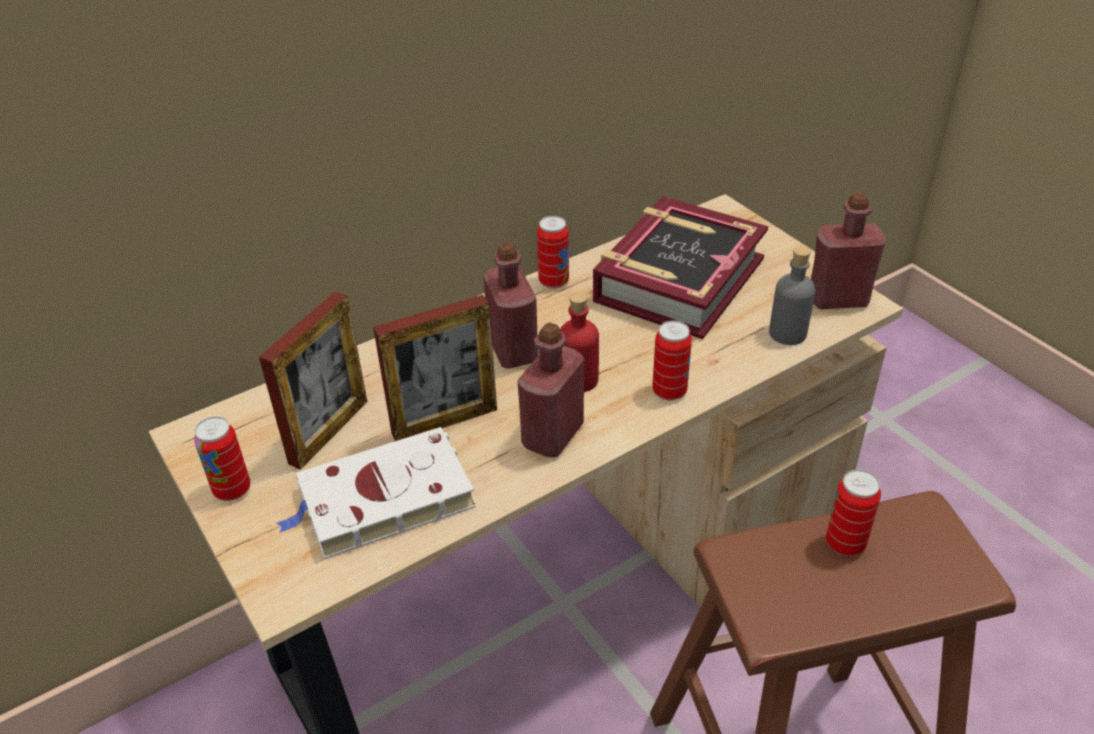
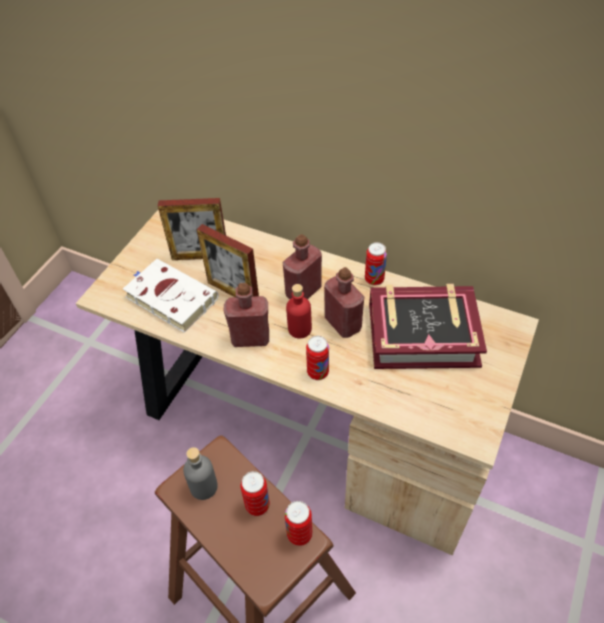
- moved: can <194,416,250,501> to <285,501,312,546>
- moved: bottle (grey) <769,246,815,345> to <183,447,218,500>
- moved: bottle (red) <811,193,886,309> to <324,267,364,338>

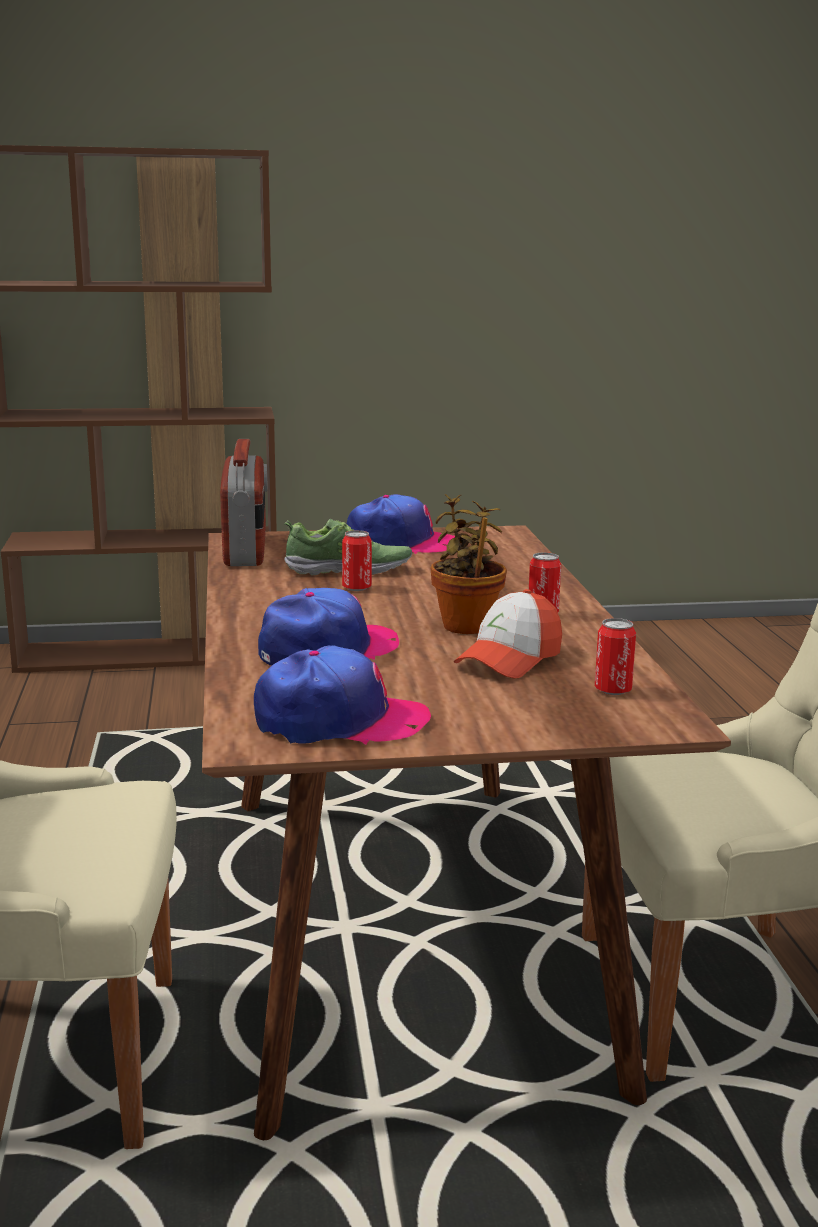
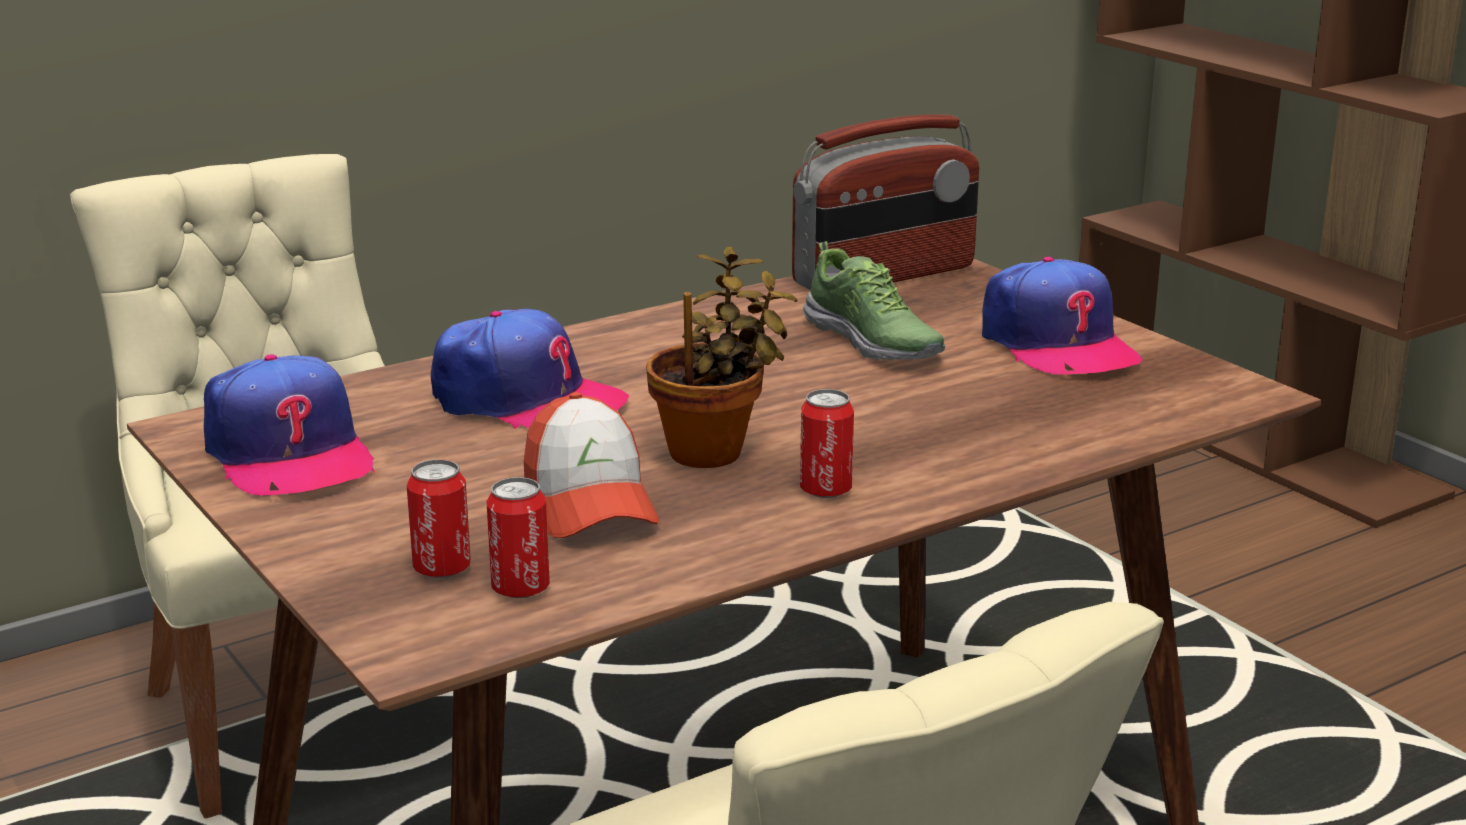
- moved: can <342,530,372,591> to <407,459,471,578>
- turned: cap <454,589,562,679> = <524,392,660,538> 120 degrees counterclockwise

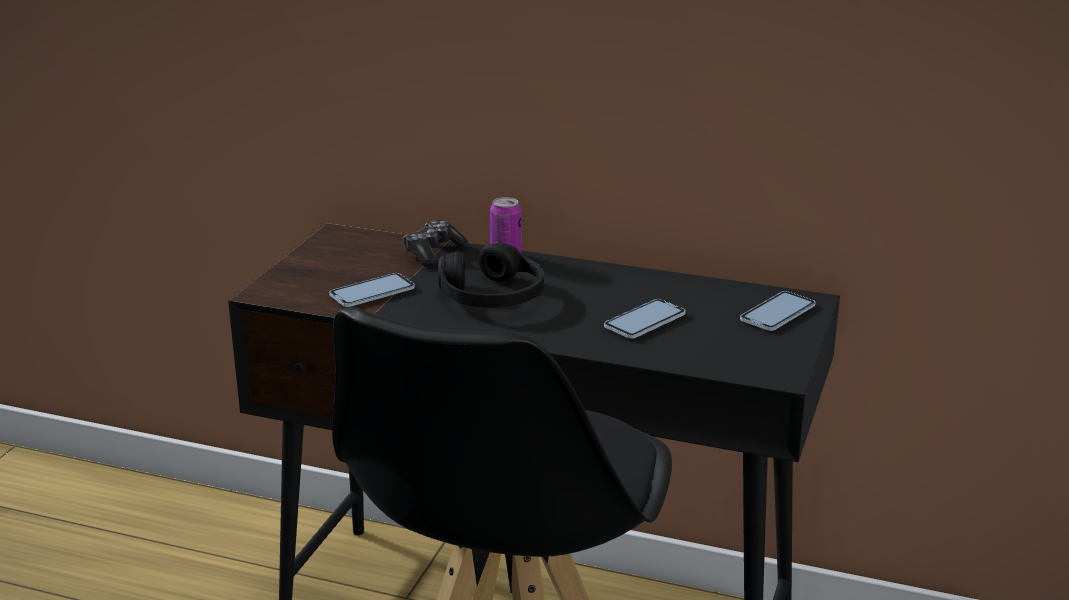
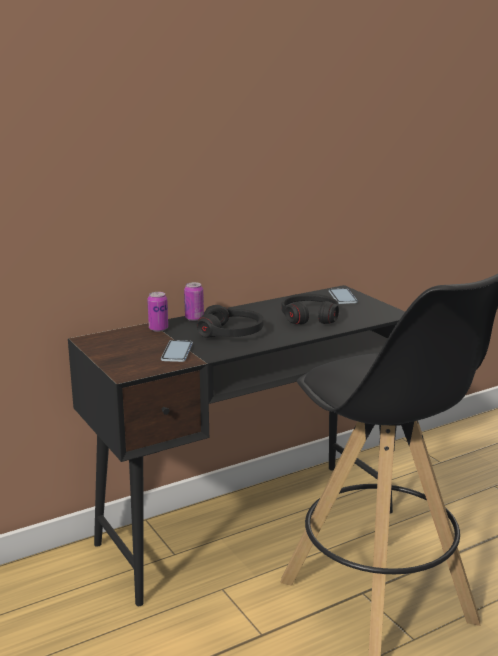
- replaced: game controller <403,220,468,267> to can <147,292,168,332>
- replaced: phone <604,299,686,339> to headphones (black) <281,294,339,324>

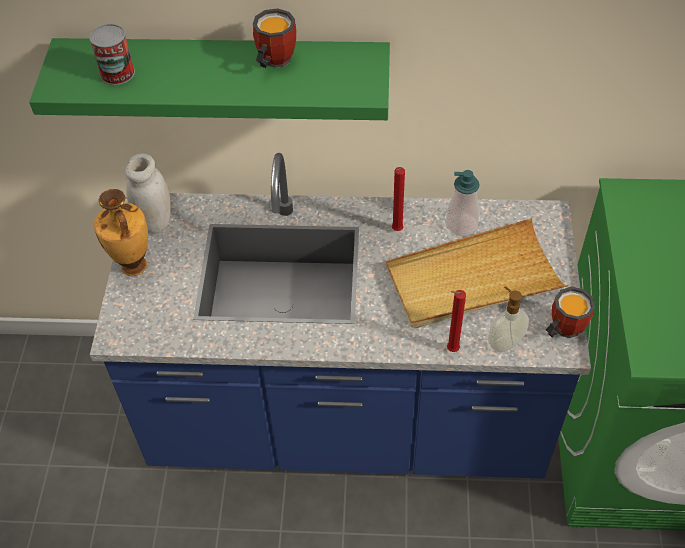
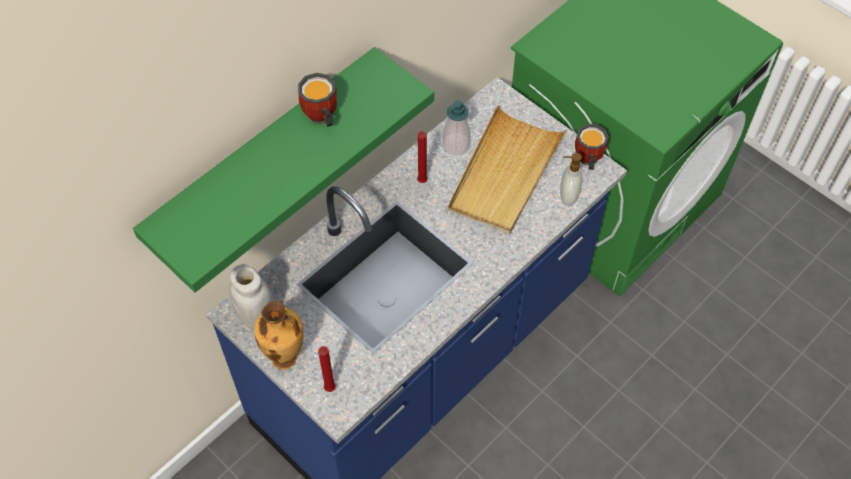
- removed: can <89,24,135,85>
- moved: candle (red) <447,290,466,352> to <318,346,336,392>

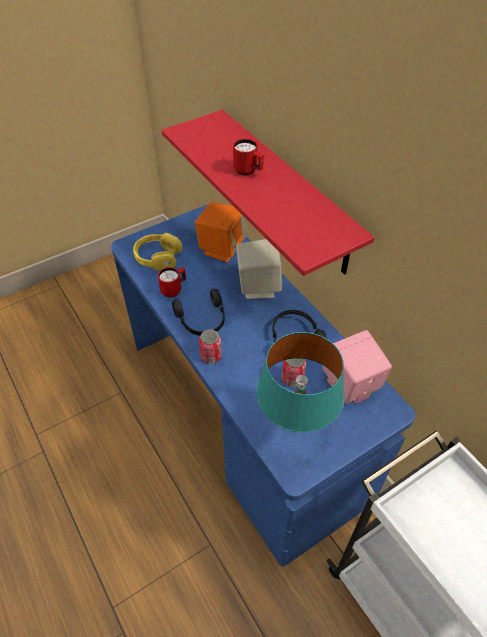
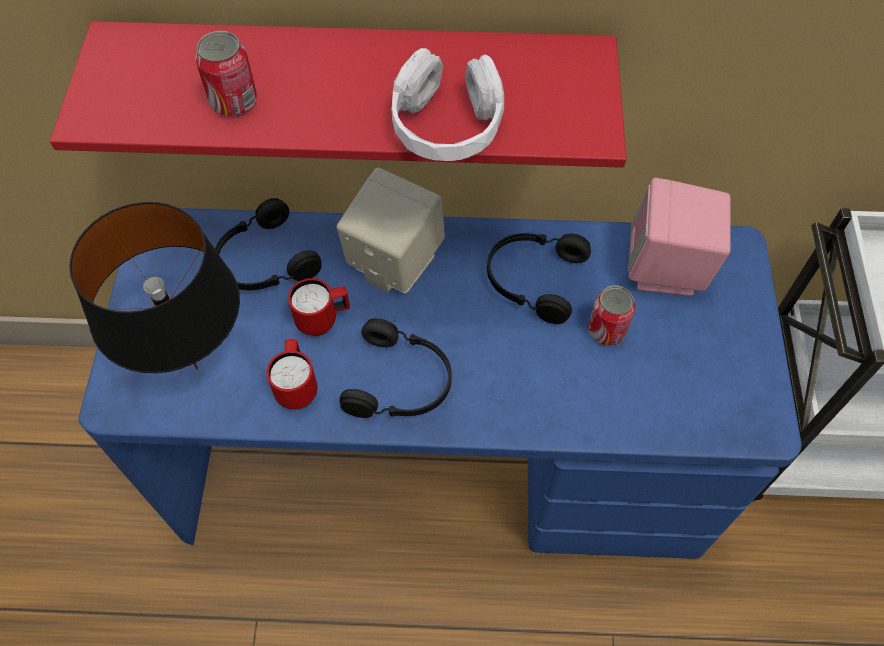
- removed: table lamp (turquoise) <257,332,344,432>
- added: headphones (white) <391,48,504,161>
- moved: can <199,329,222,364> to <195,31,257,116>
- moved: mug (red) <233,139,264,175> to <288,278,350,336>
- replaced: headphones (yellow) <133,233,182,271> to table lamp (black) <69,202,240,373>
- replaced: speaker (orange) <195,202,246,262> to headphones (black) <215,198,322,290>

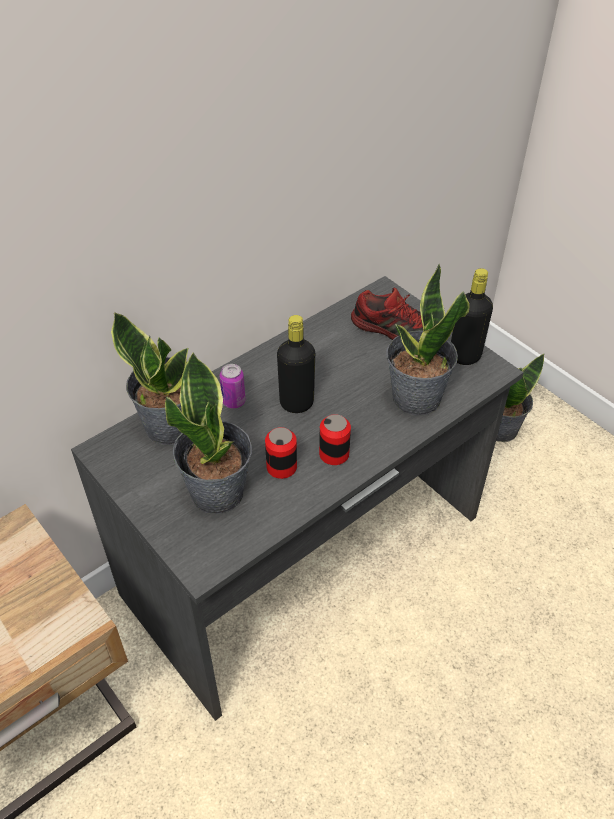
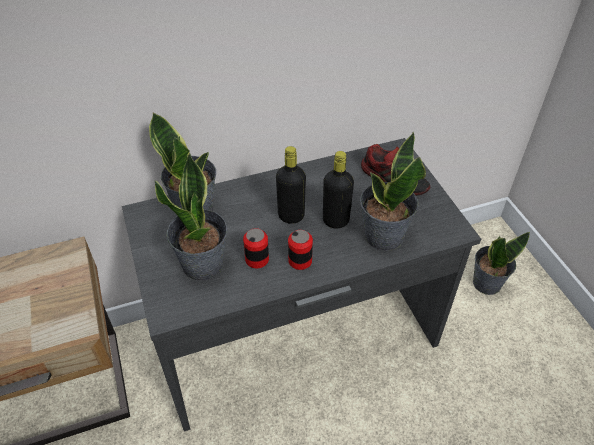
- removed: can <220,364,246,409>
- moved: bottle (black) <451,268,493,365> to <323,151,354,228>

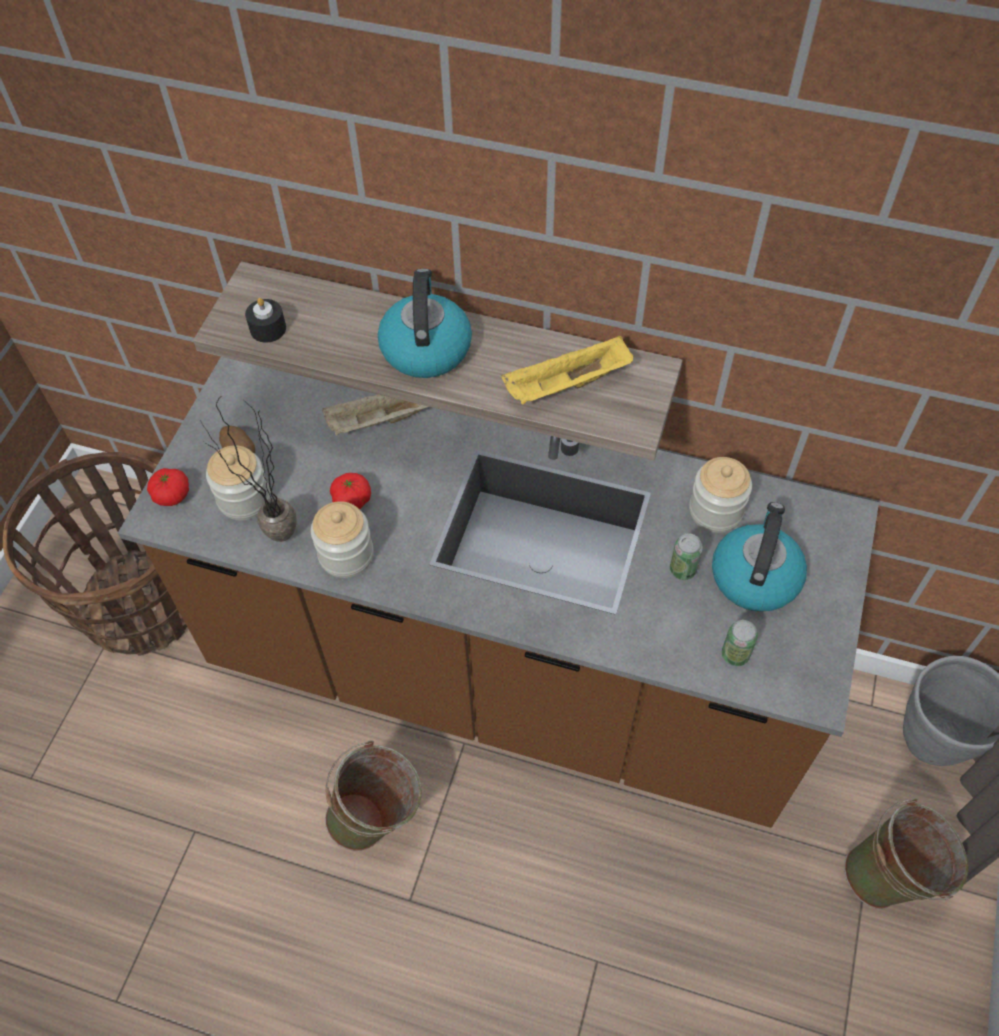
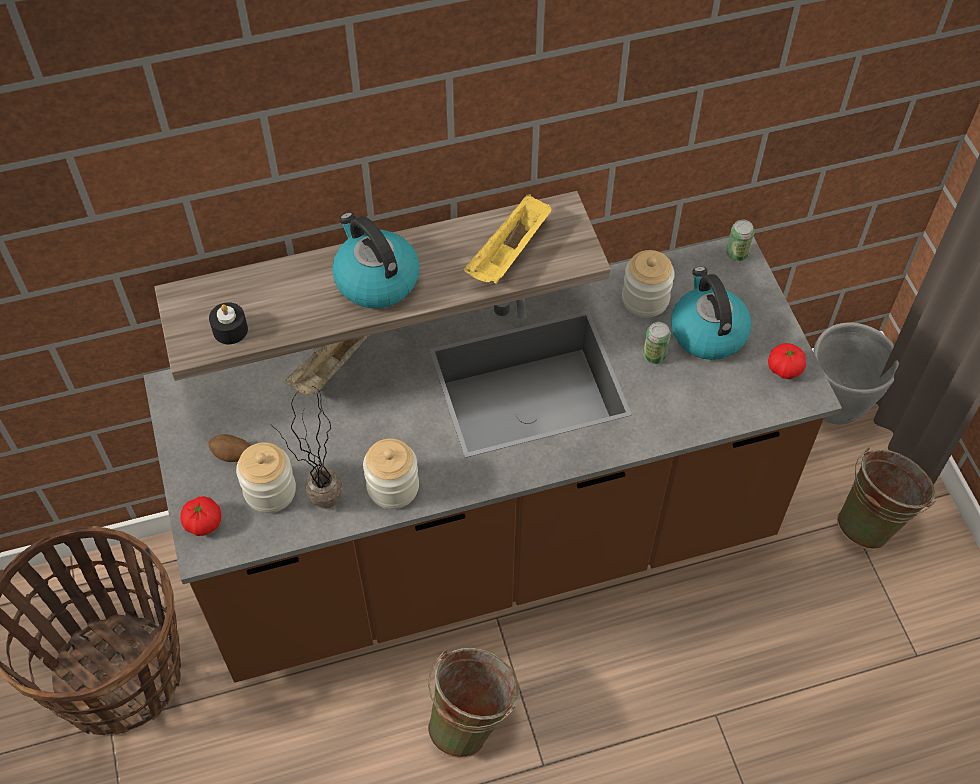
- moved: tomato <330,473,371,509> to <768,343,806,379>
- moved: can <722,620,758,666> to <726,220,754,261>

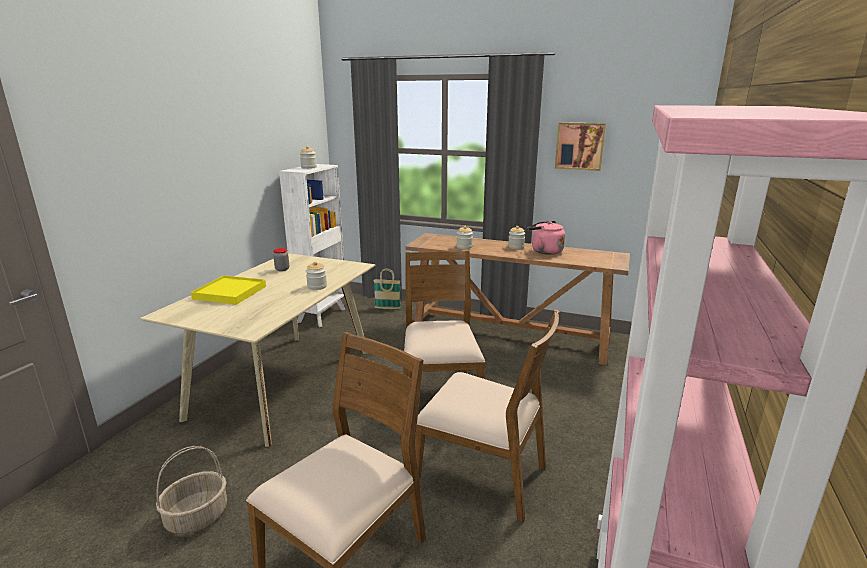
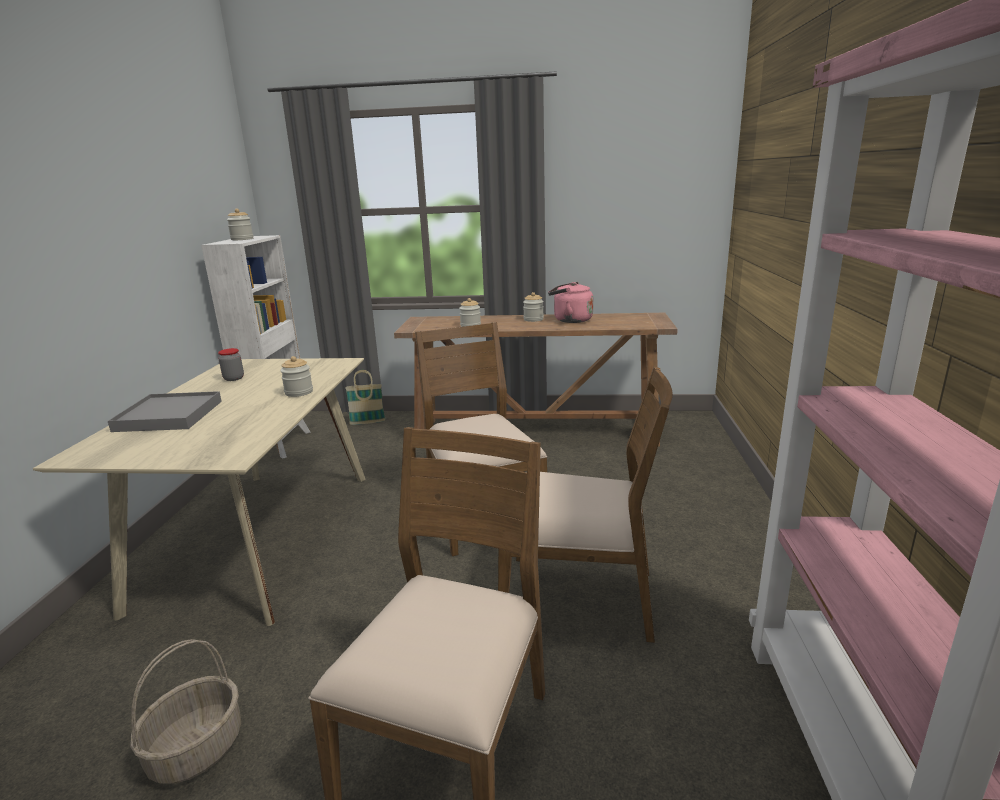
- removed: picture <555,122,606,171>
- recoloured: tray (yellow) <191,275,266,305> to tray (grey) <108,391,222,432>

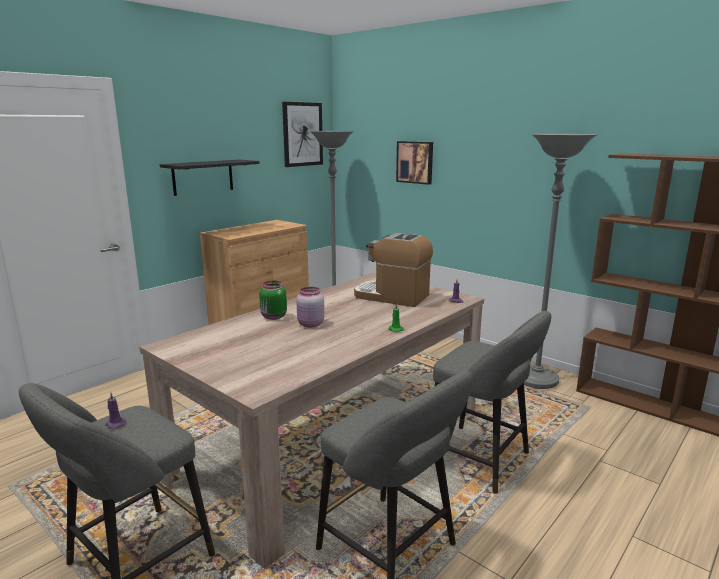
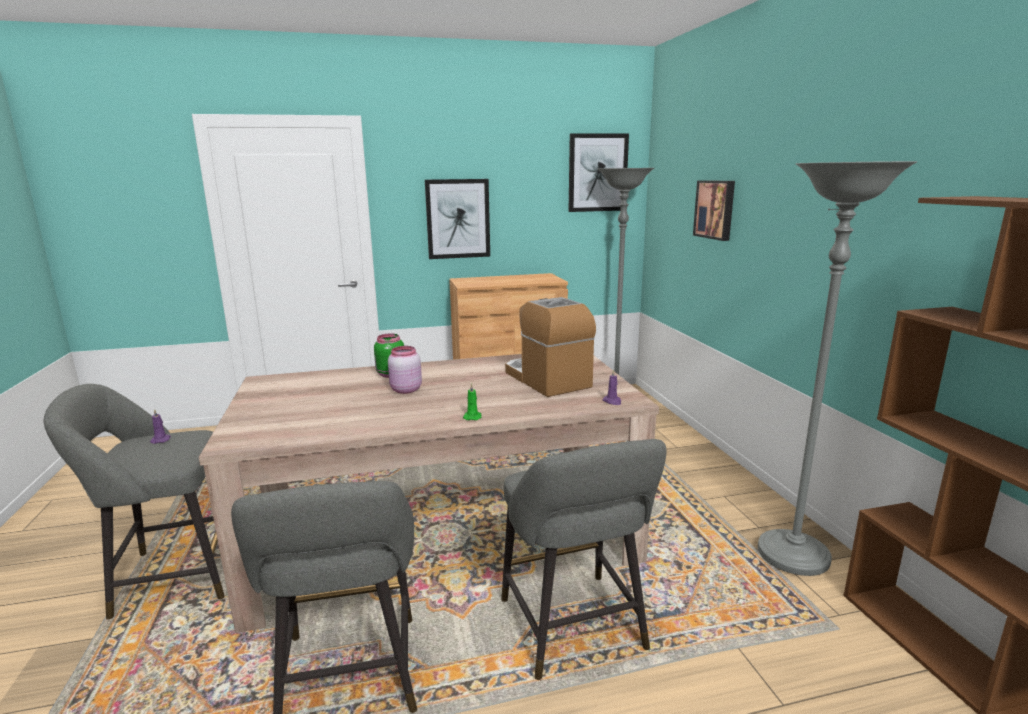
- replaced: shelf (black) <160,160,259,196> to picture <425,179,490,259>

